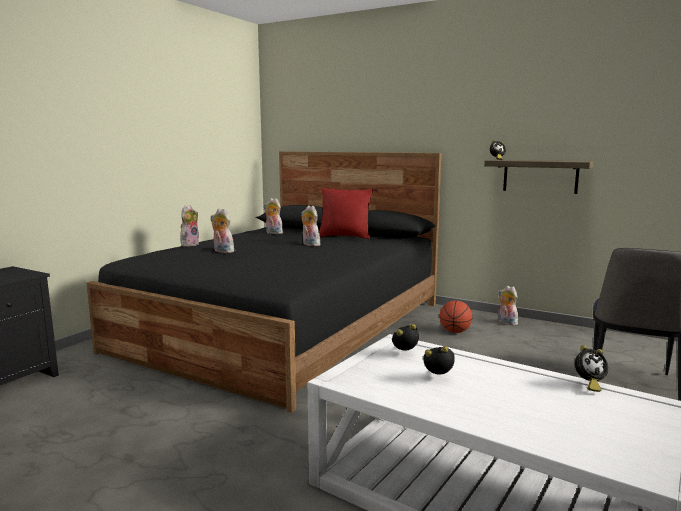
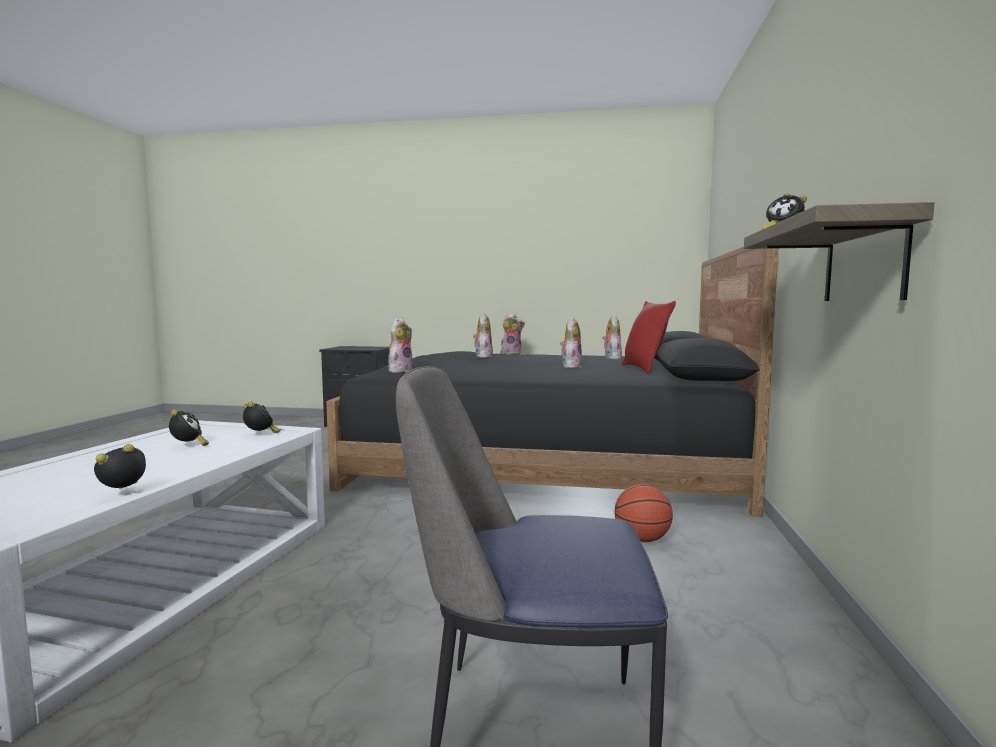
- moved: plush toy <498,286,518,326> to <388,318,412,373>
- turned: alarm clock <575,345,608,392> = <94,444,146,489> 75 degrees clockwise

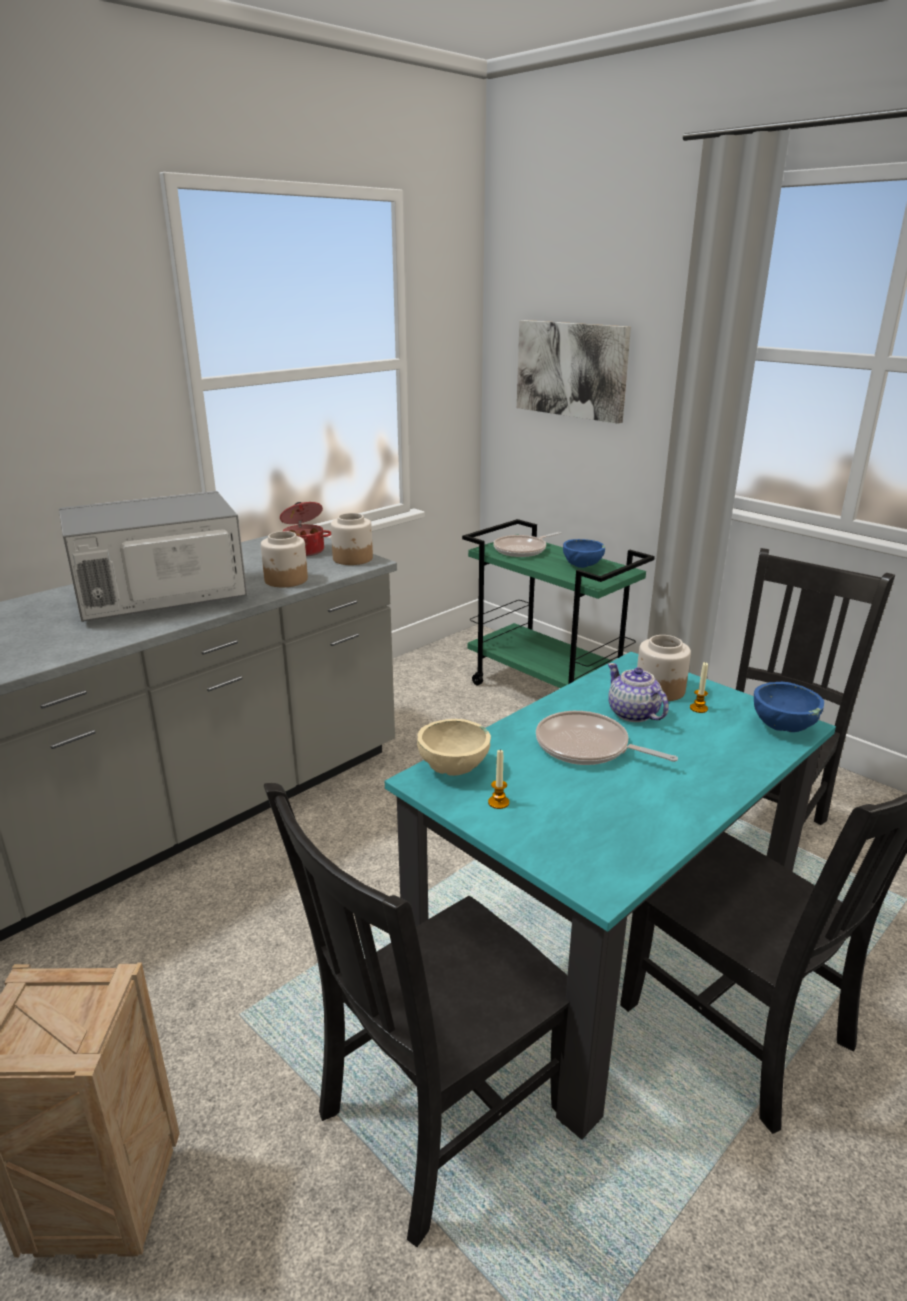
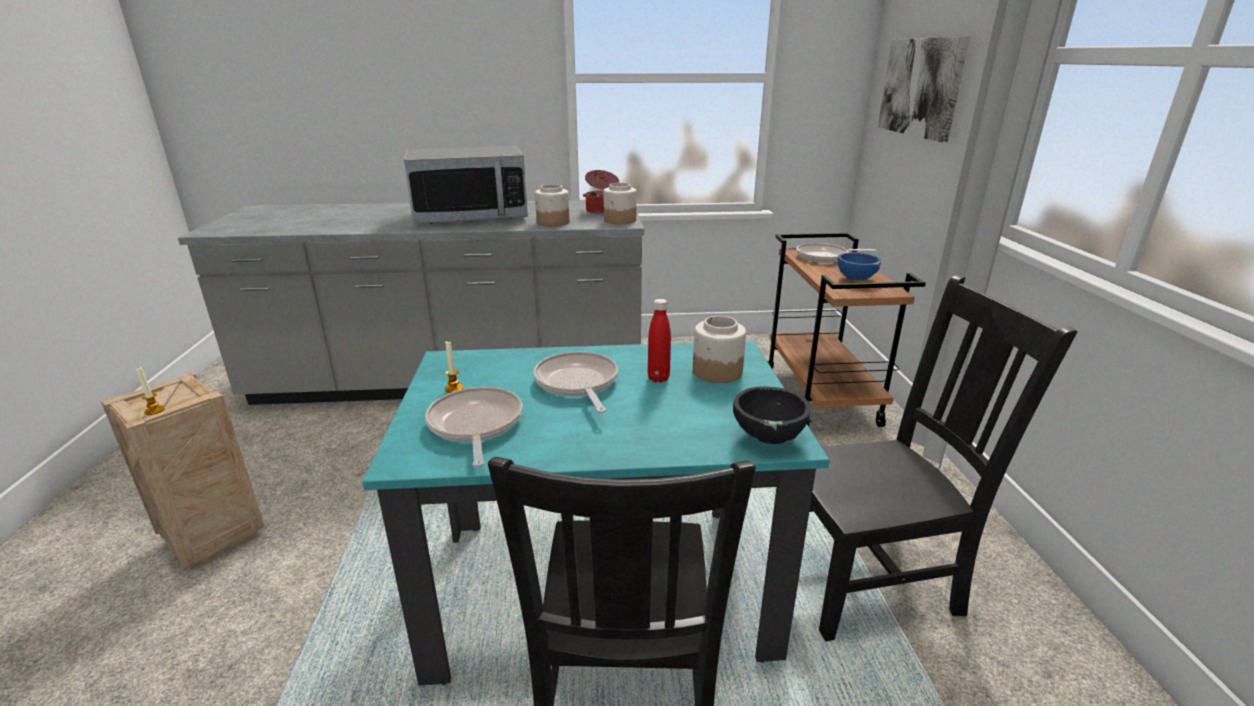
- removed: chair (black) <264,783,570,1247>
- removed: bowl (beige) <417,719,491,776>
- added: frying pan <425,387,523,467>
- moved: candle <690,662,708,713> to <136,367,165,415>
- replaced: teapot <608,663,669,722> to bottle (red) <648,299,671,383>
- recoloured: cart (green) <462,519,655,688> to cart (brown) <767,233,926,427>
- recoloured: bowl (blue) <754,682,824,732> to bowl (black) <733,387,810,444>
- turned: microwave <59,491,247,622> = <404,146,528,224> 150 degrees clockwise

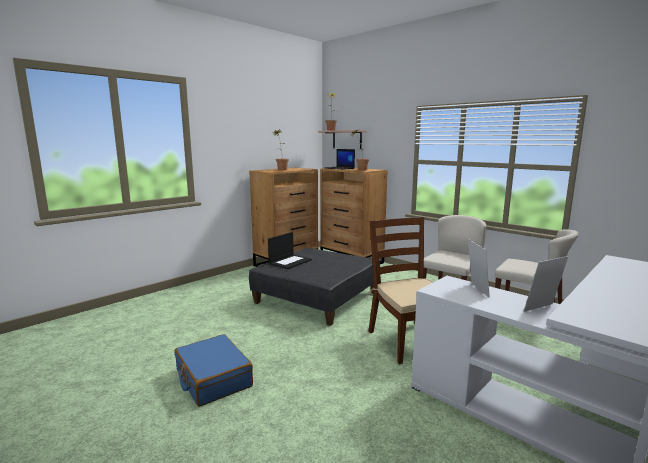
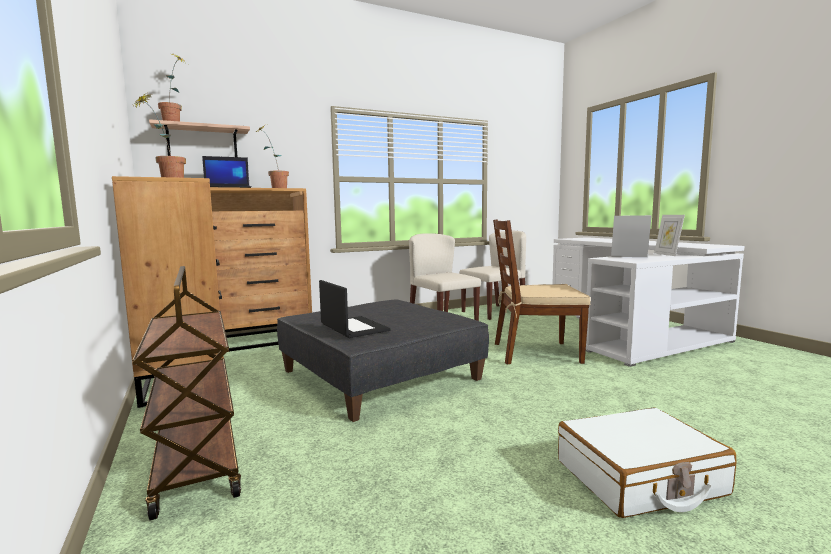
- added: cart (brown) <132,266,241,521>
- recoloured: suitcase (blue) <174,334,253,407> to suitcase (white) <558,408,736,518>

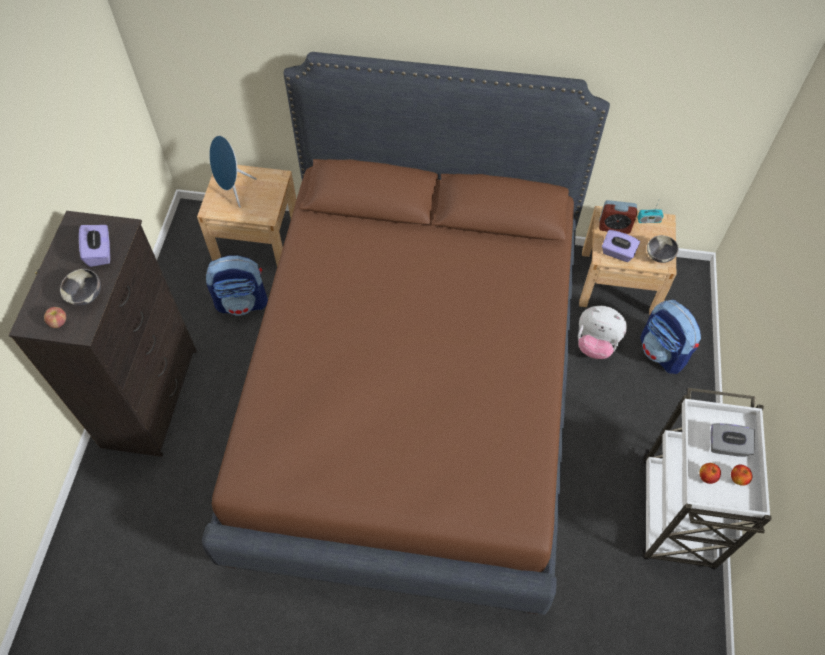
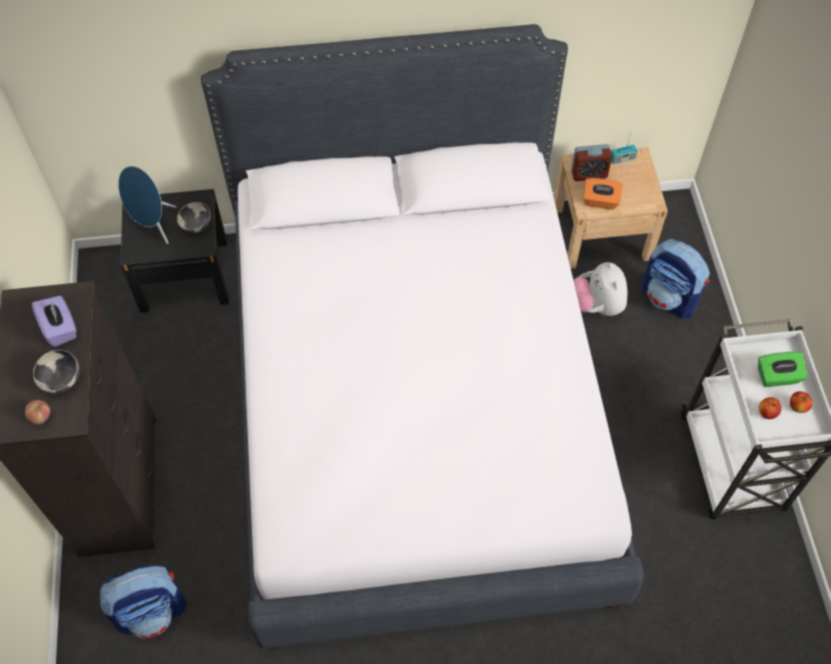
- moved: backpack <206,255,268,316> to <100,565,187,638>
- moved: bowl <647,235,679,263> to <177,202,211,233>
- recoloured: nightstand (beige) <197,165,297,267> to nightstand (black) <121,189,229,313>
- recoloured: bed (brown) <202,52,610,615> to bed (white) <201,24,644,650>
- recoloured: tissue box (purple) <602,230,640,262> to tissue box (orange) <583,178,623,209>
- recoloured: tissue box (grey) <710,423,755,457> to tissue box (green) <758,352,808,387>
- turned: plush toy <578,306,627,359> = <574,262,627,316> 75 degrees clockwise

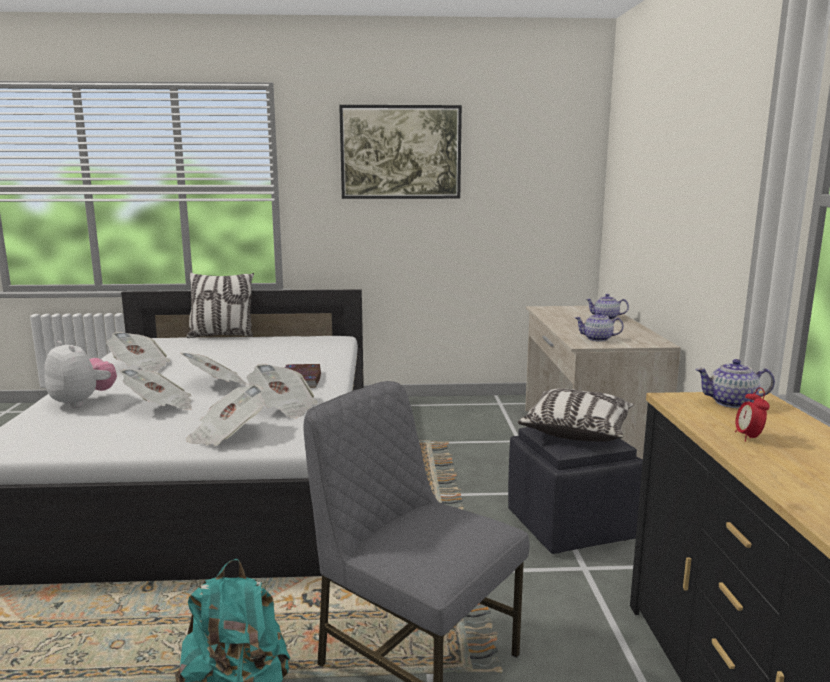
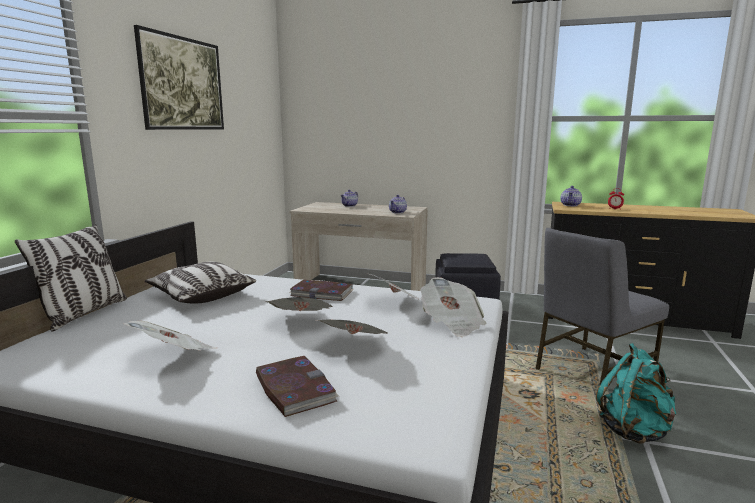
- moved: pillow <518,389,634,442> to <145,261,256,303>
- replaced: plush toy <44,341,117,408> to book <256,356,339,417>

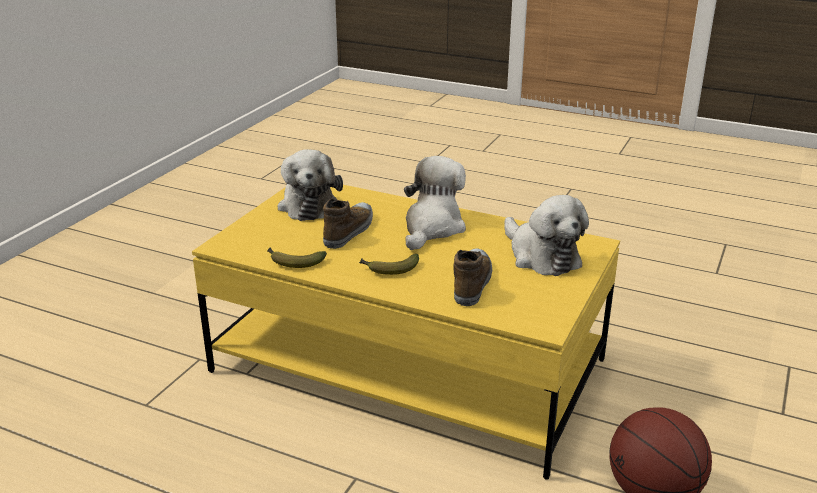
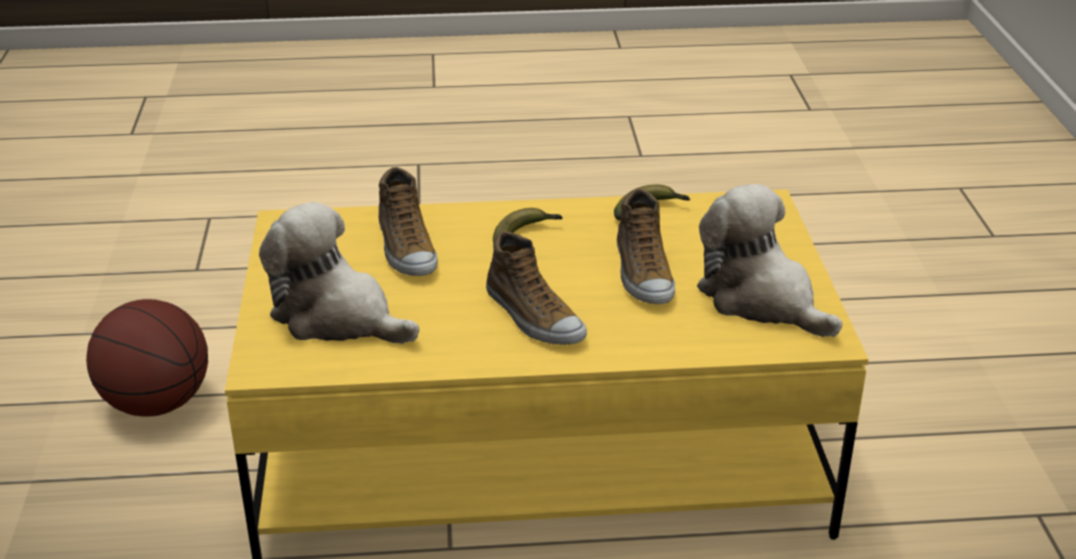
- replaced: plush toy <404,156,466,250> to shoe <486,231,587,345>

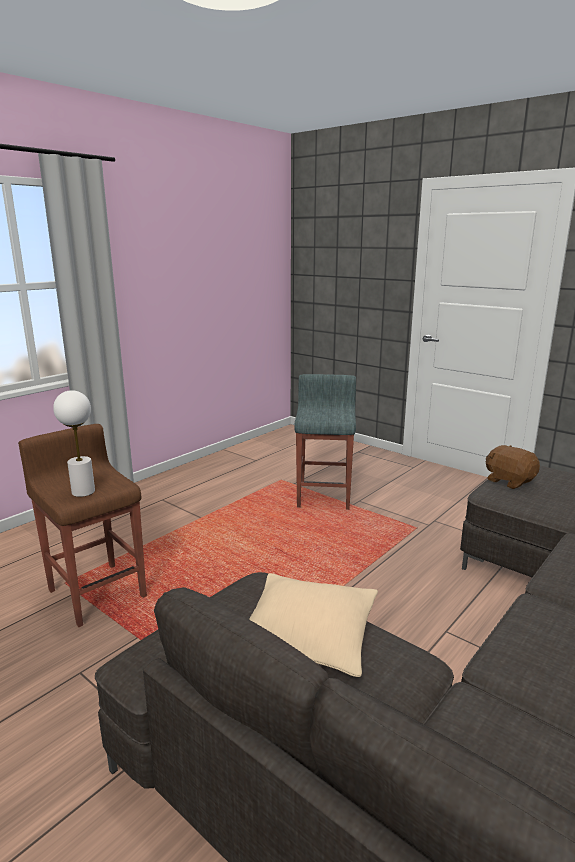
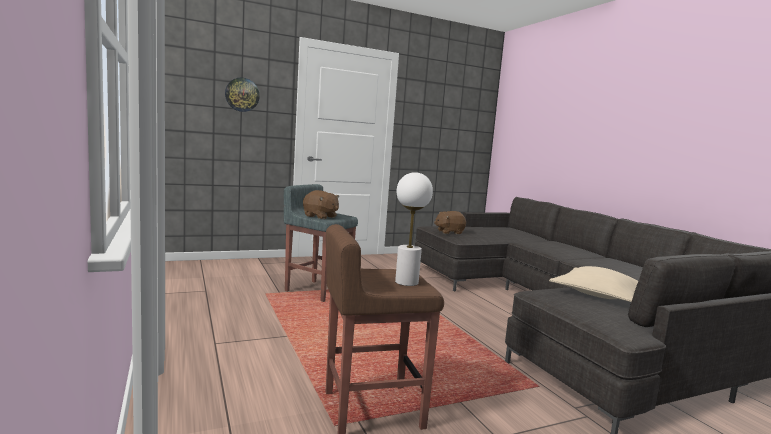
- added: wall clock <225,78,260,112>
- added: plush toy (brown) <303,190,339,219>

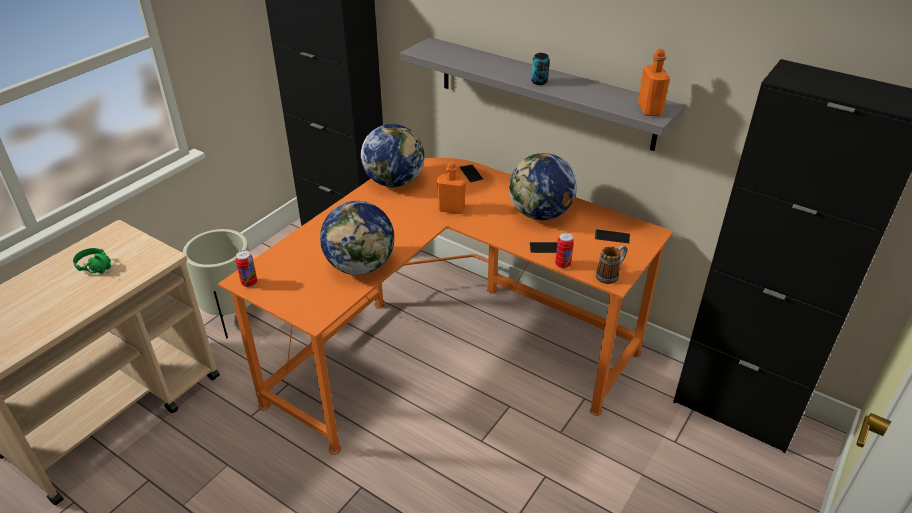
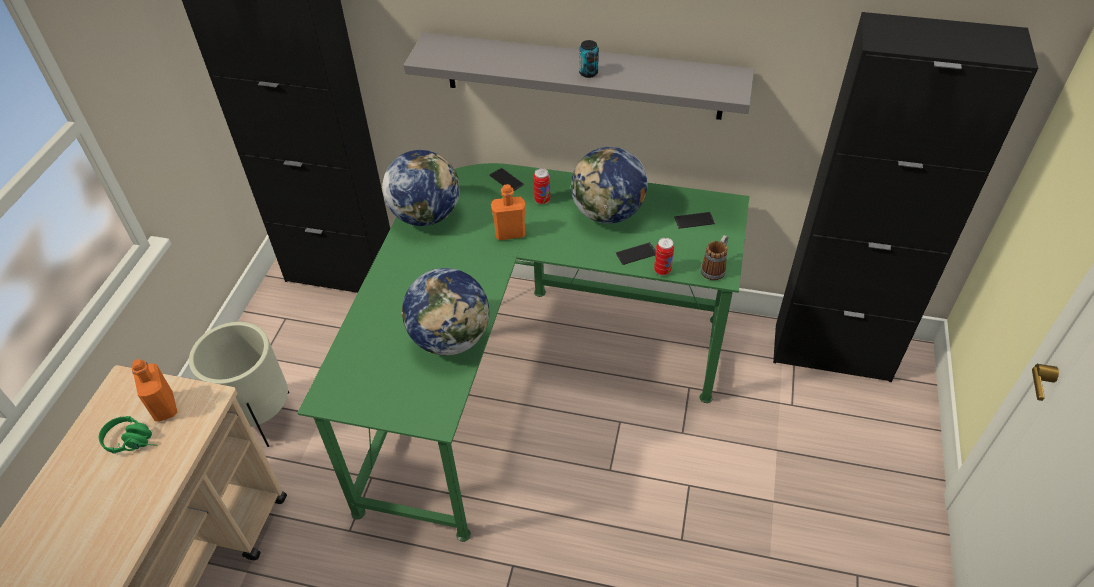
- moved: can <236,250,257,287> to <534,168,550,205>
- moved: bottle (orange) <638,49,670,116> to <132,359,178,422>
- recoloured: desk (orange) <218,158,673,455> to desk (green) <298,163,750,542>

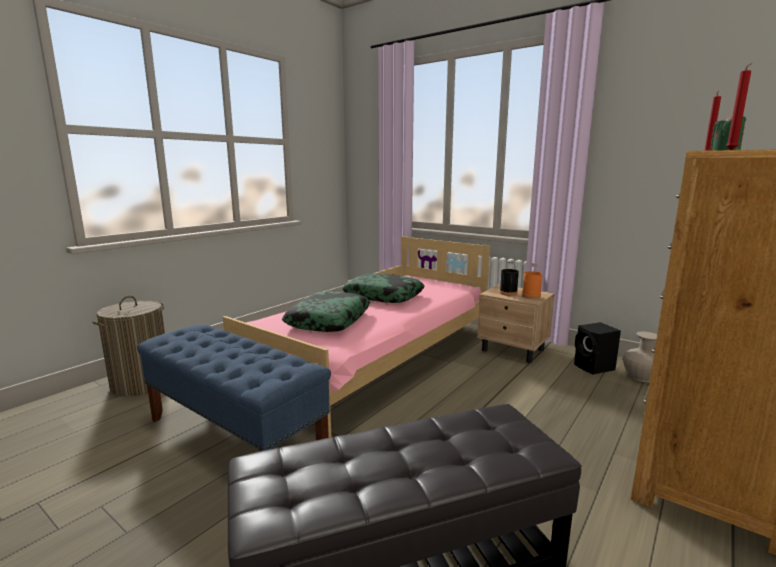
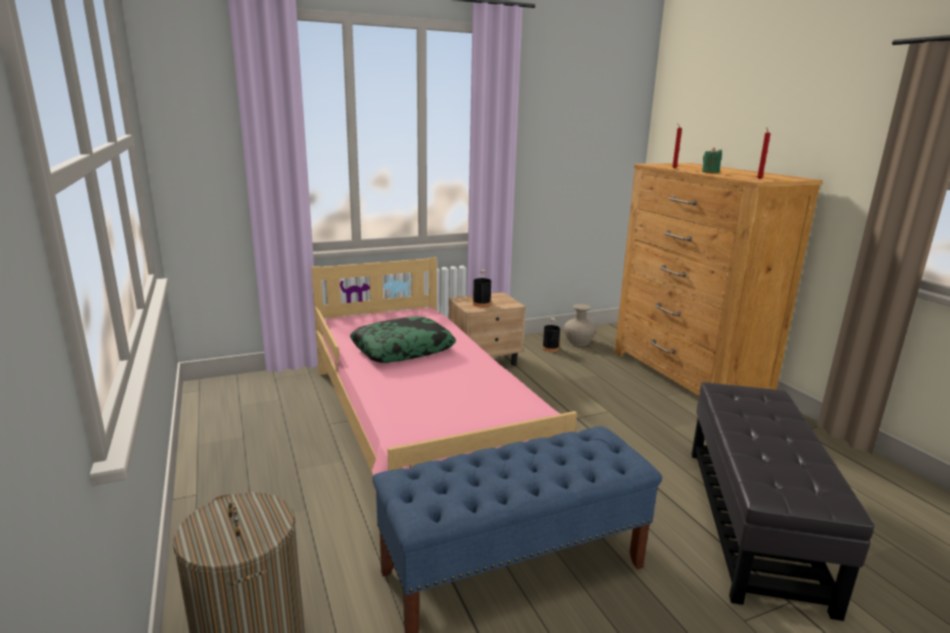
- removed: pillow <282,291,370,332>
- removed: bottle (orange) <522,263,542,299>
- replaced: speaker (black) <574,322,621,375> to bottle (black) <542,318,560,352>

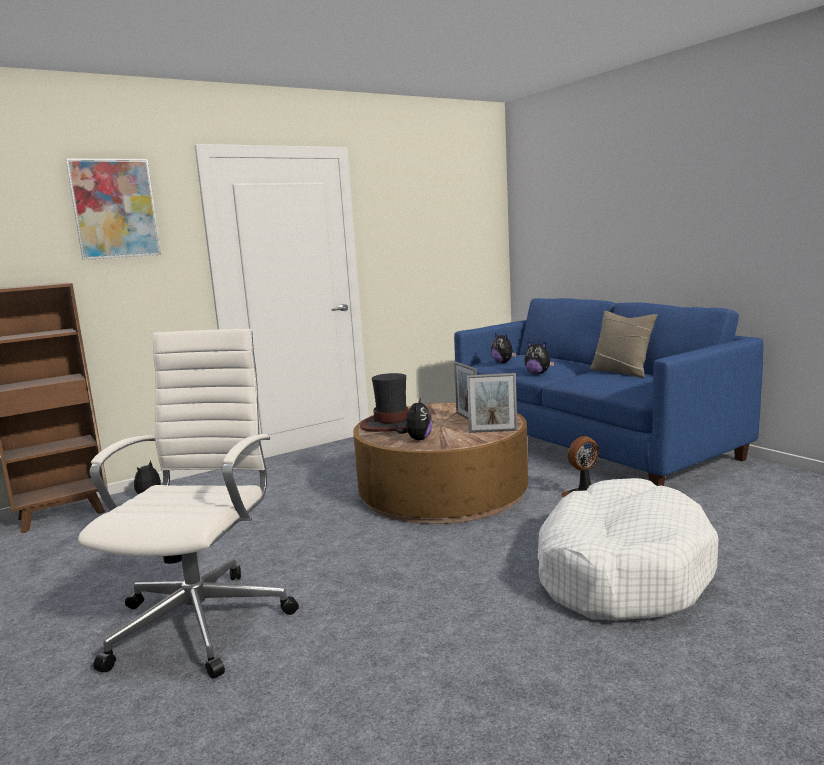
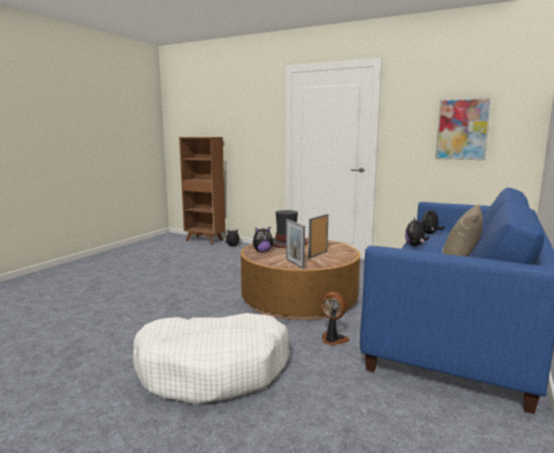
- removed: office chair (white) <78,329,299,679>
- moved: picture <66,158,161,260> to <435,97,492,160>

